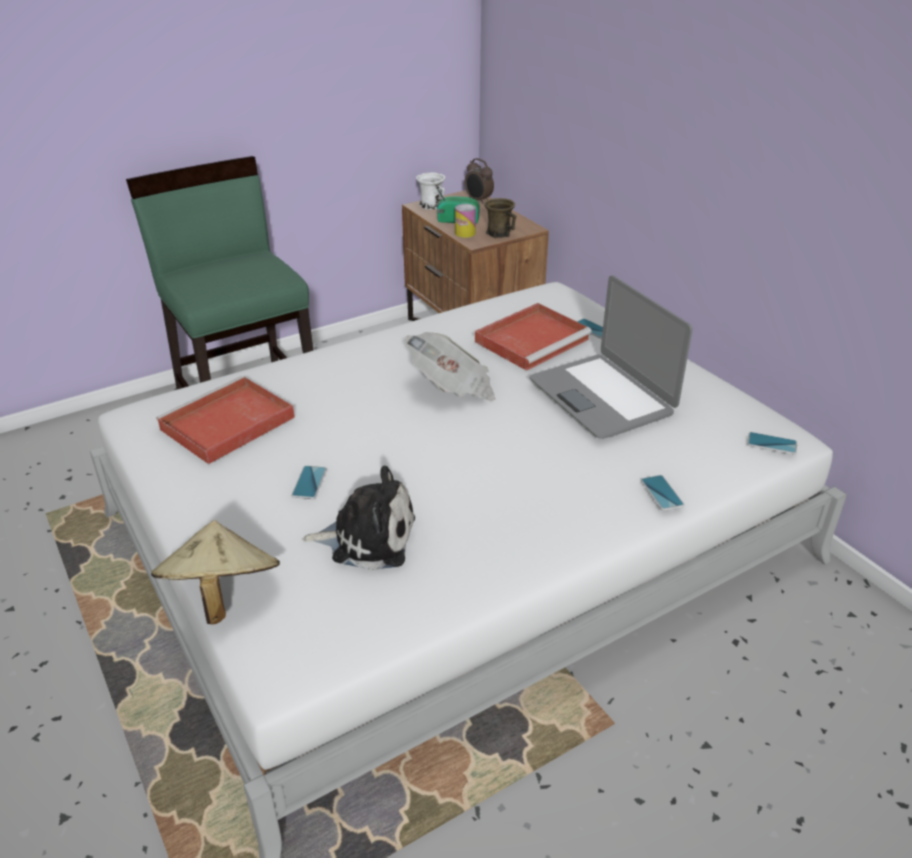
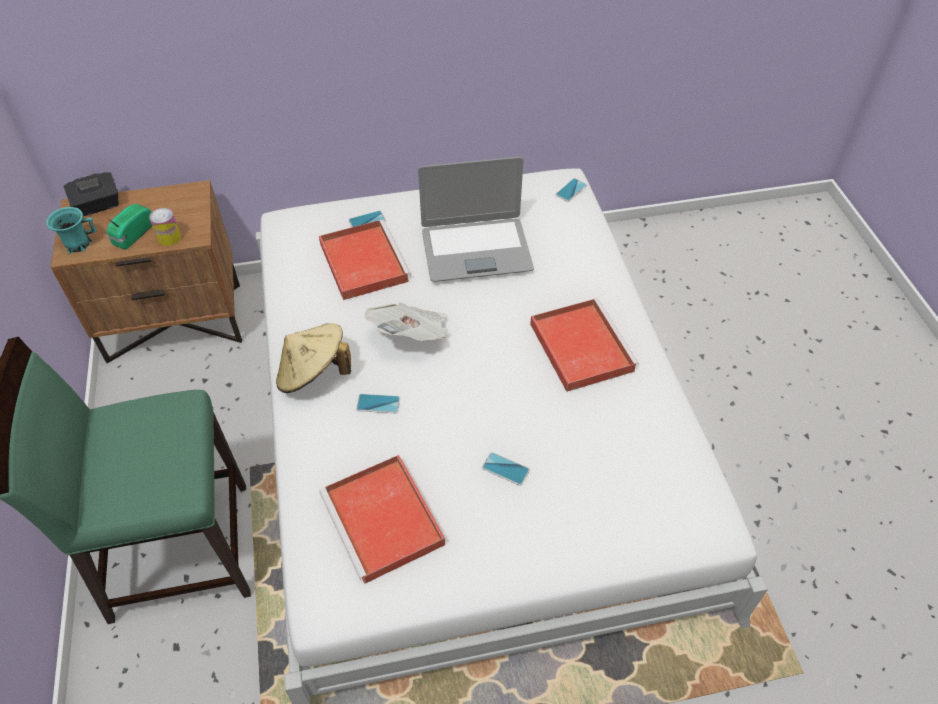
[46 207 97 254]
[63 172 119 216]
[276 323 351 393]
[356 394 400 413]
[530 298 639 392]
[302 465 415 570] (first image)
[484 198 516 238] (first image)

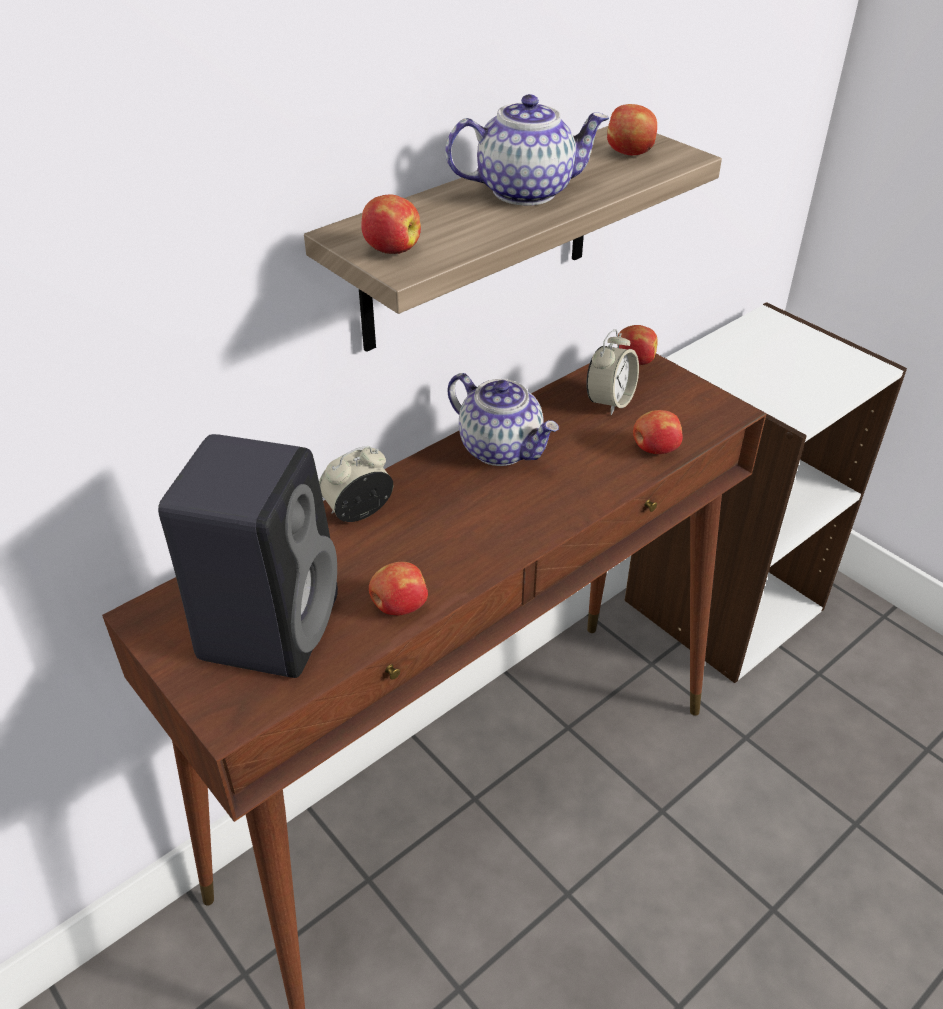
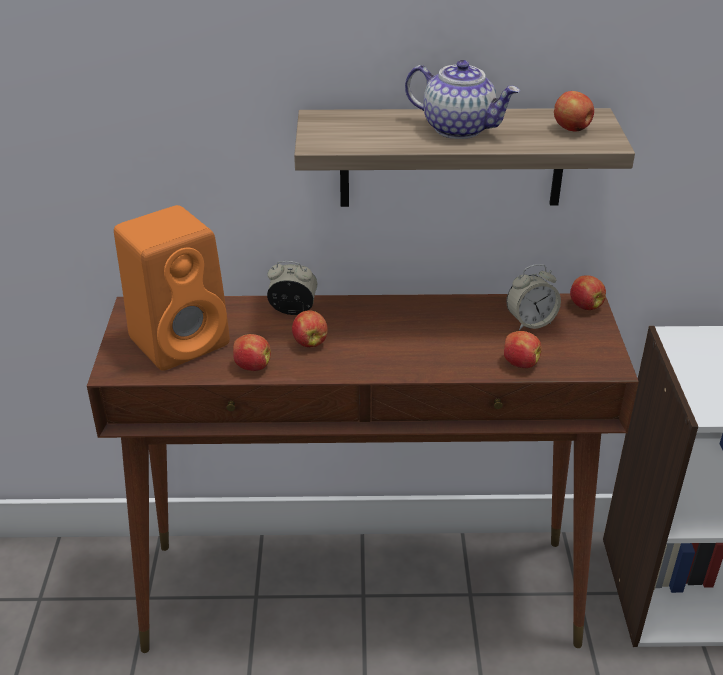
[114 205 230 371]
[292 310 328 347]
[448 373 559 466] (first image)

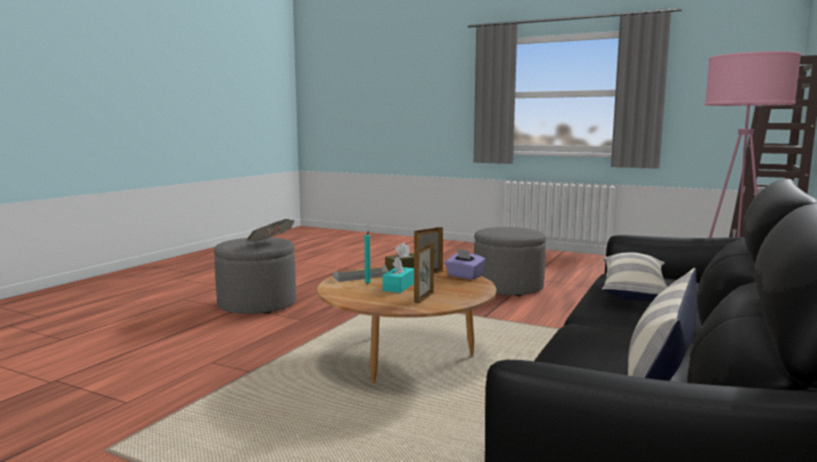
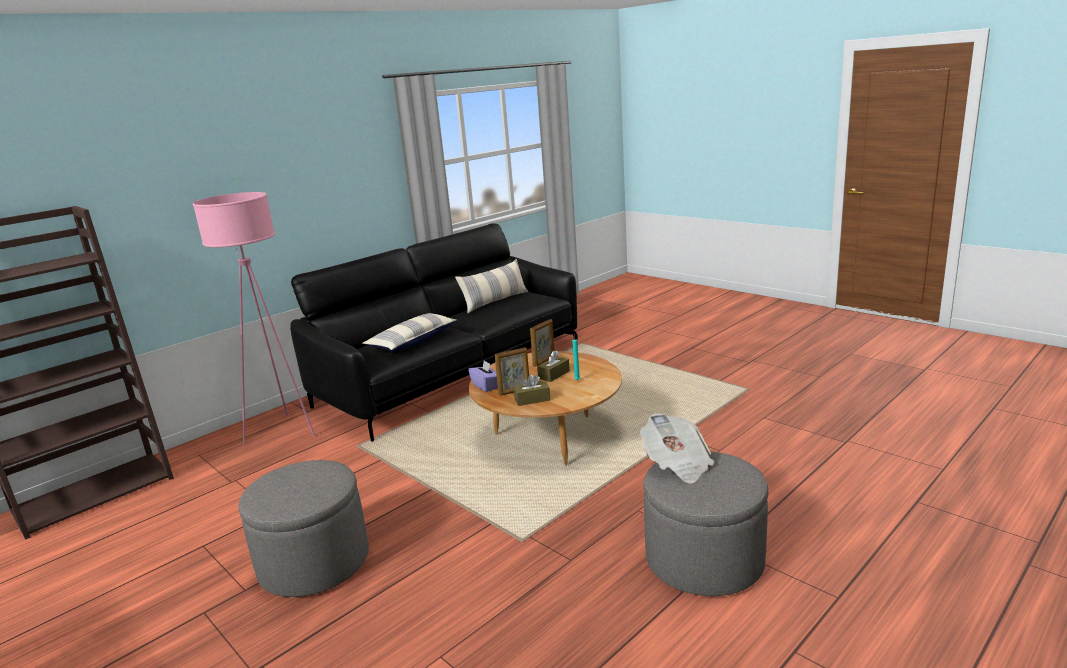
[537 351 570 382]
[333 265 389 282] (first image)

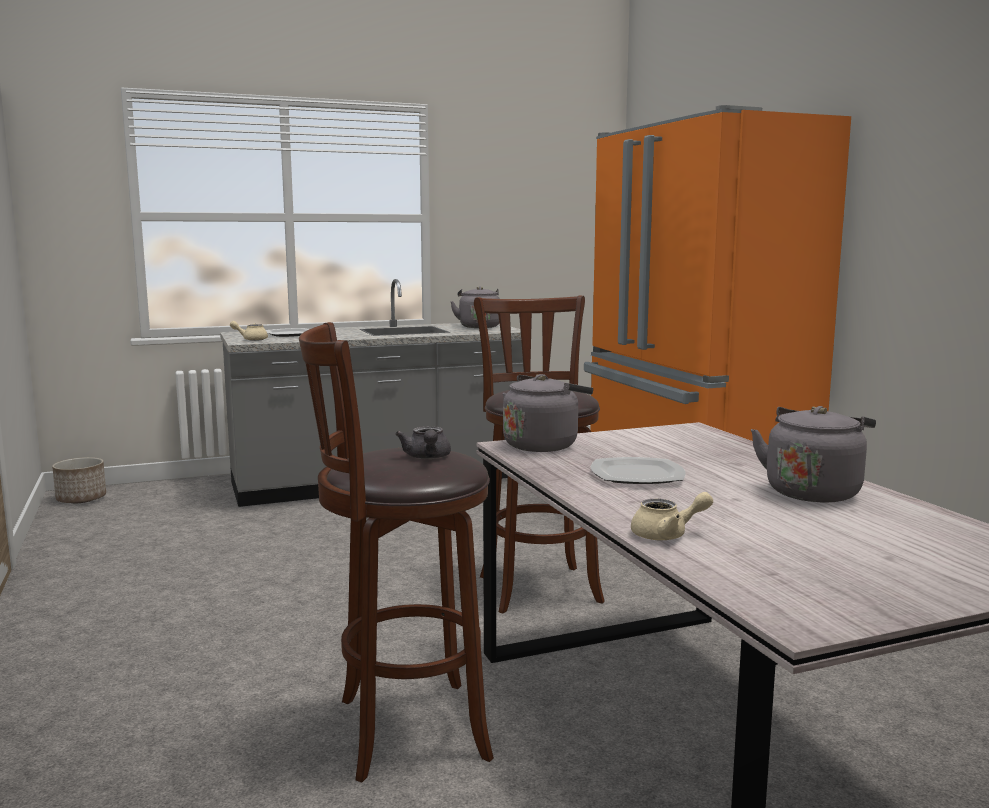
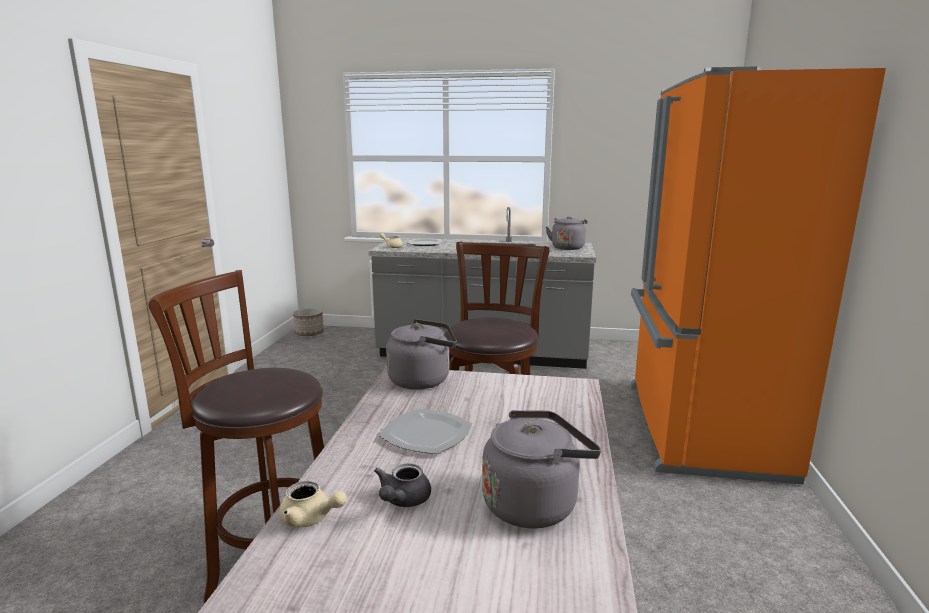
[374 463 431 507]

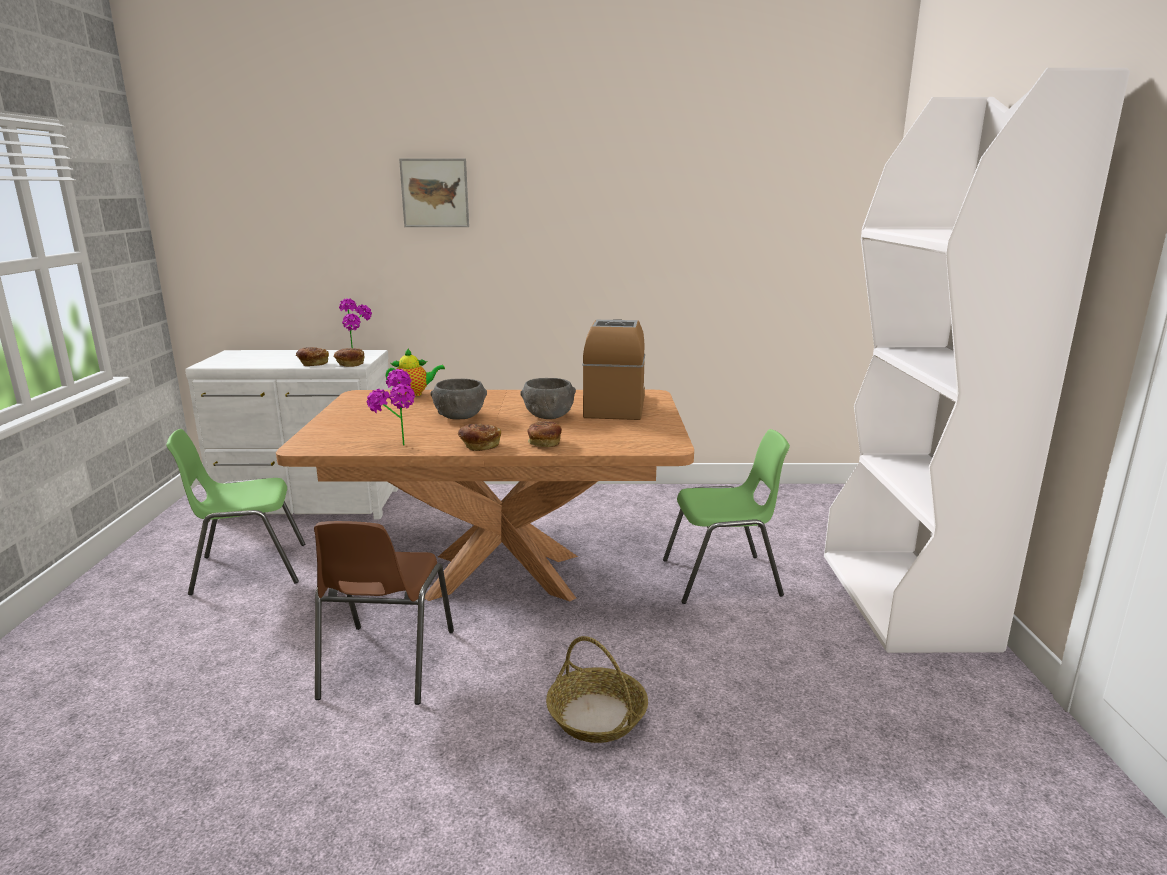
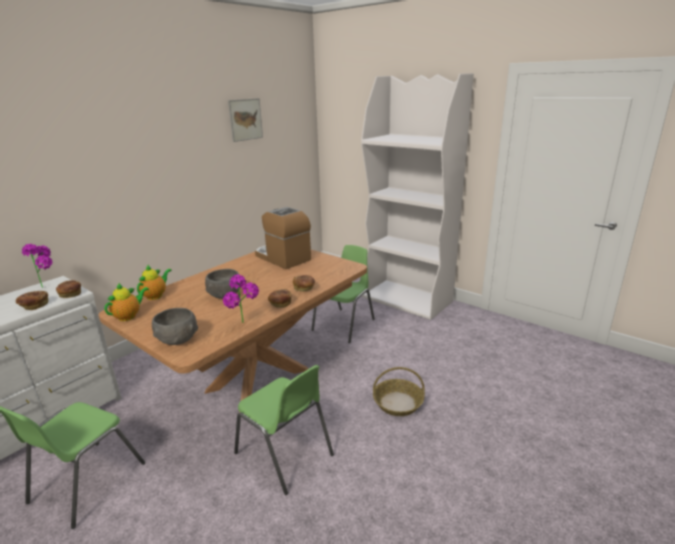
[104 283 149 321]
[152 308 198 345]
[228 98 263 142]
[234 365 334 495]

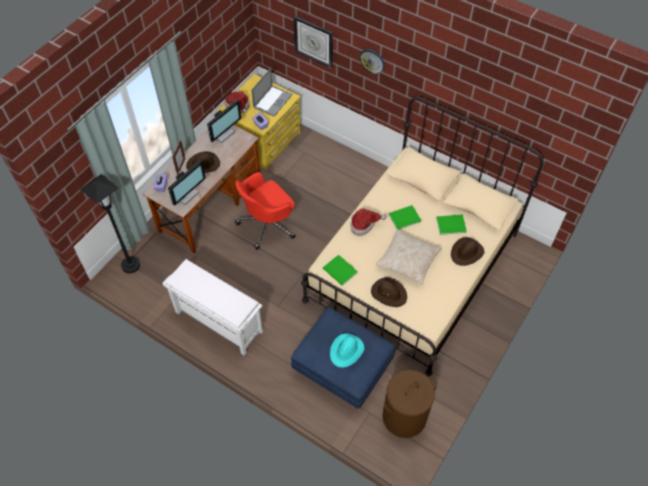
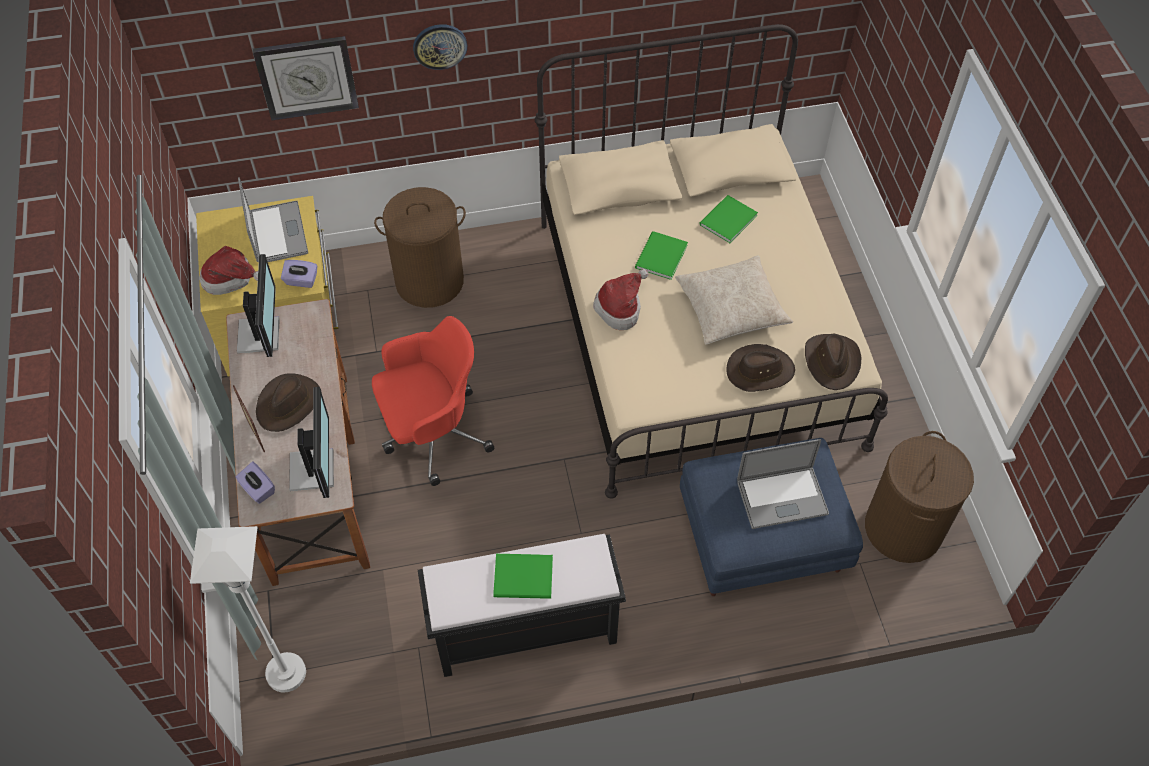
[190 526 306 692]
[372 316 495 486]
[374 187 466 308]
[418 534 626 677]
[493 554 553 599]
[737 439 829 529]
[805 334 861 390]

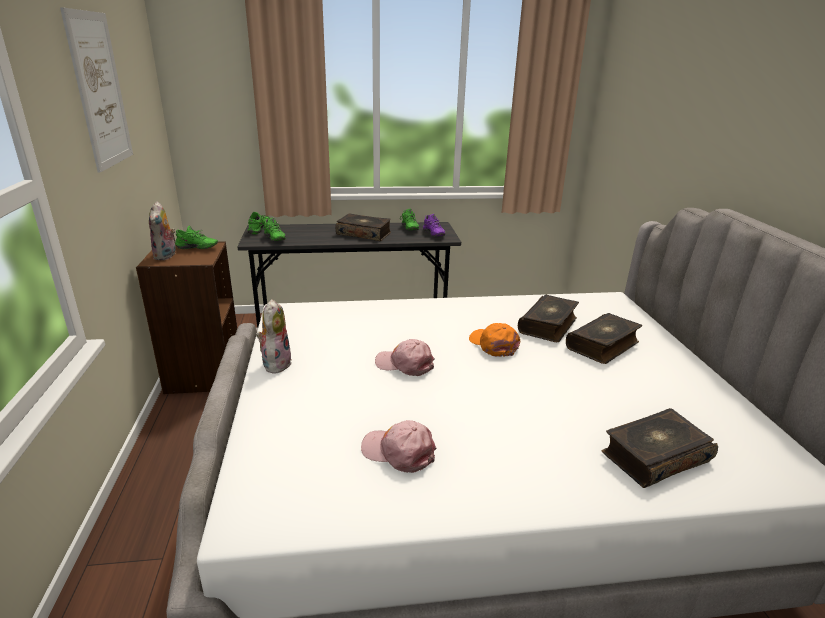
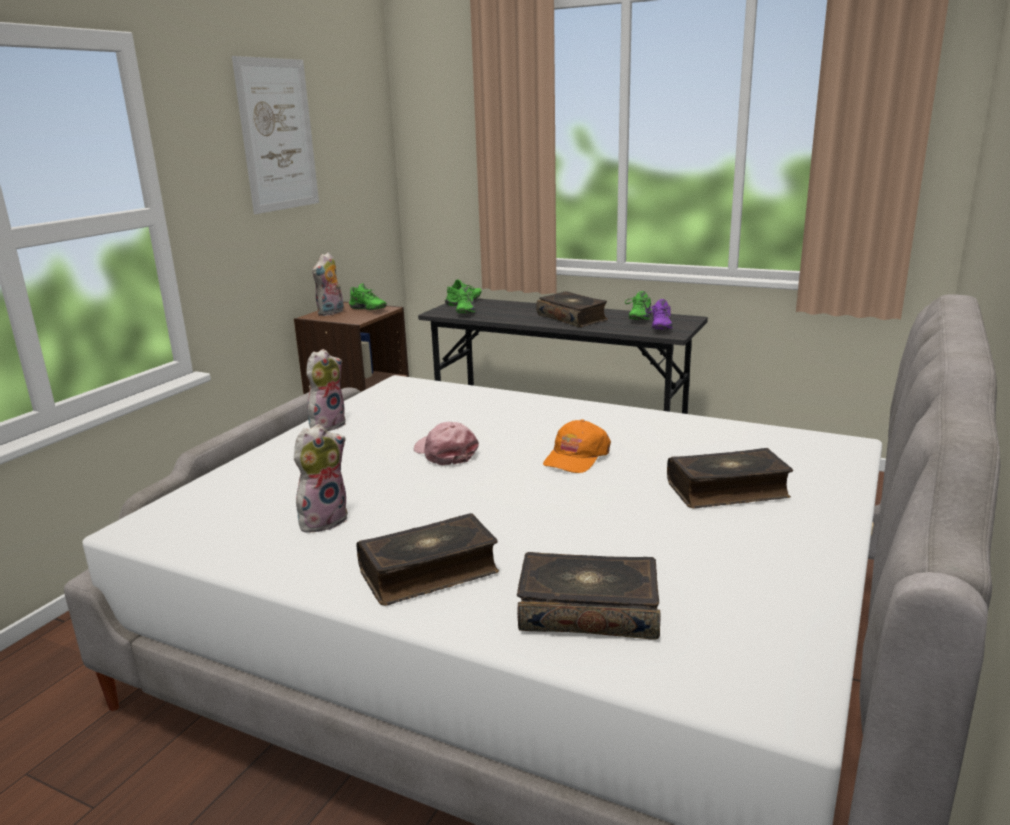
[294 424 348 533]
[357 513 499 606]
[543 419 611 473]

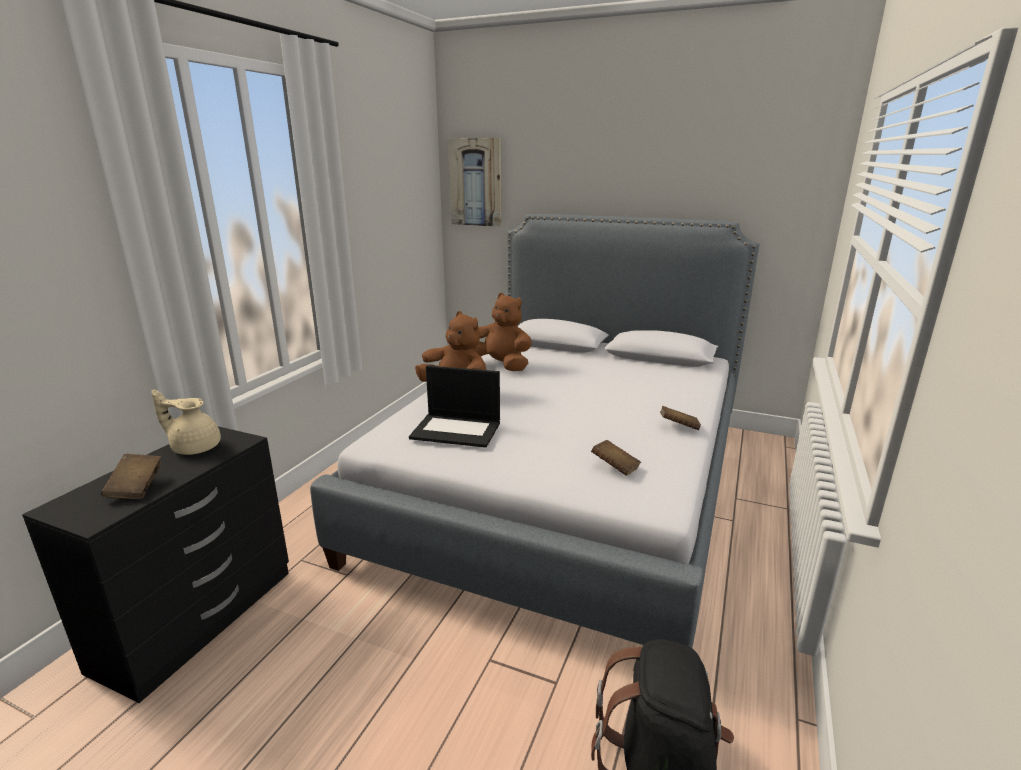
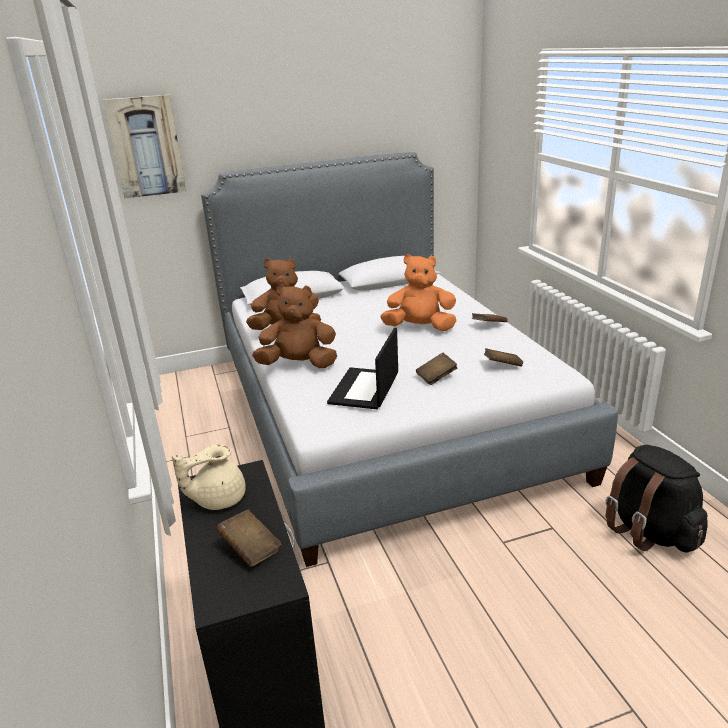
[327 328 398 409]
[380 254 456 331]
[416 353 458 385]

